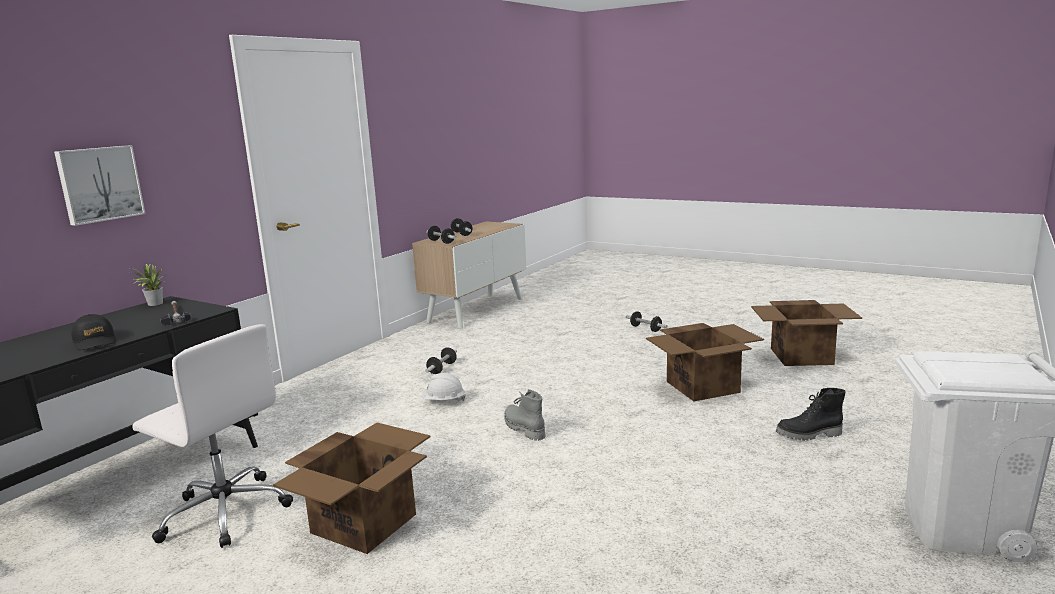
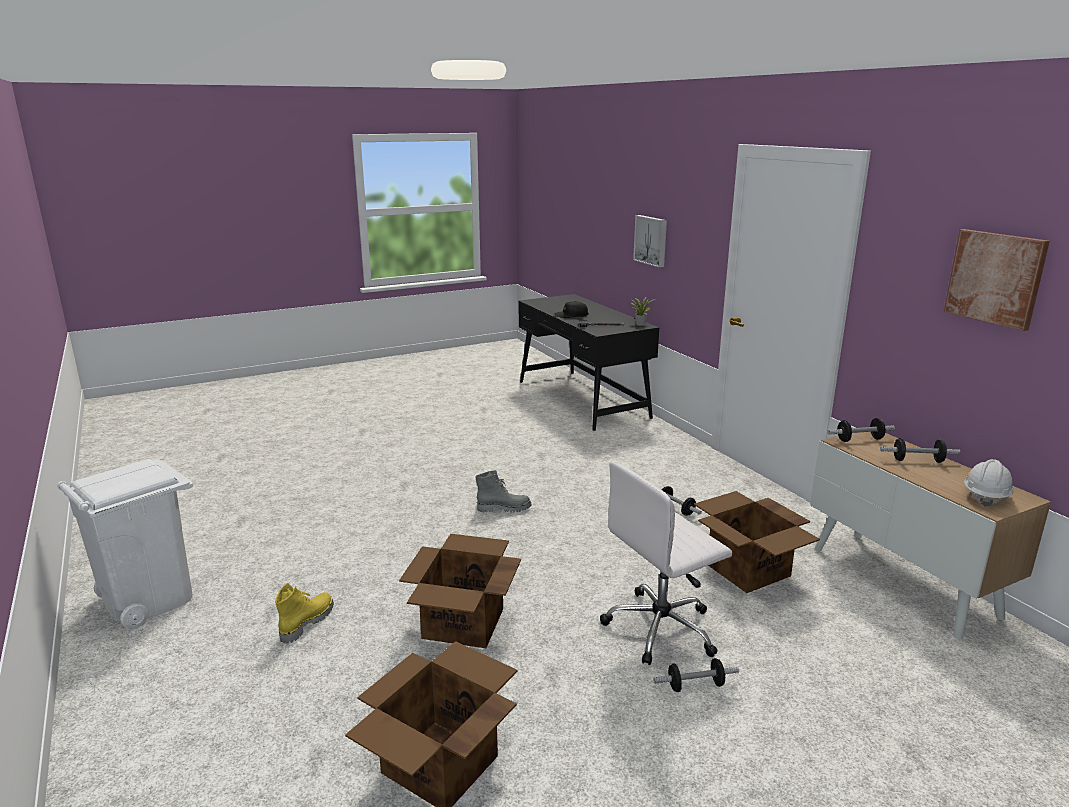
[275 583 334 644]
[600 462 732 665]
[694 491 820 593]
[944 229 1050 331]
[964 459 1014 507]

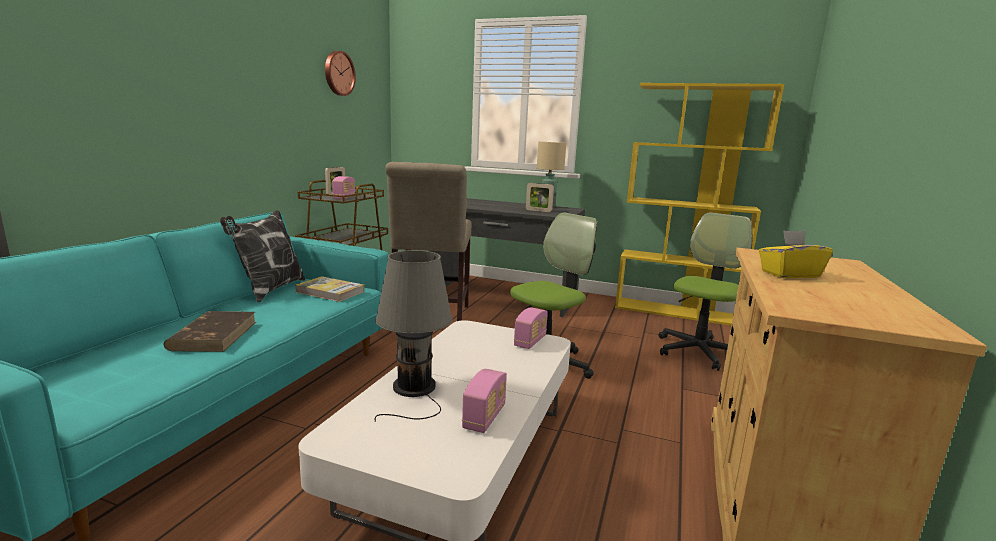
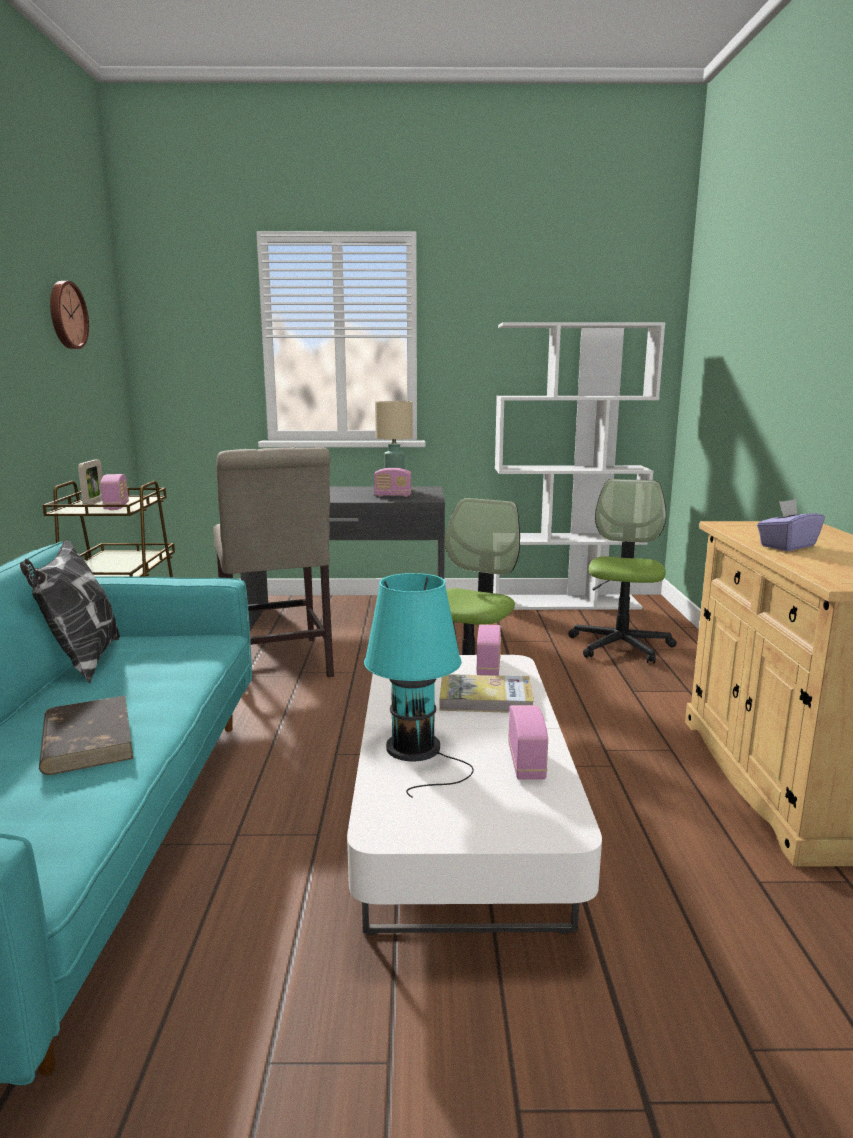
[364 573 474 798]
[374 468 412 497]
[439 674 534 713]
[493 322 666 610]
[757 499 825 551]

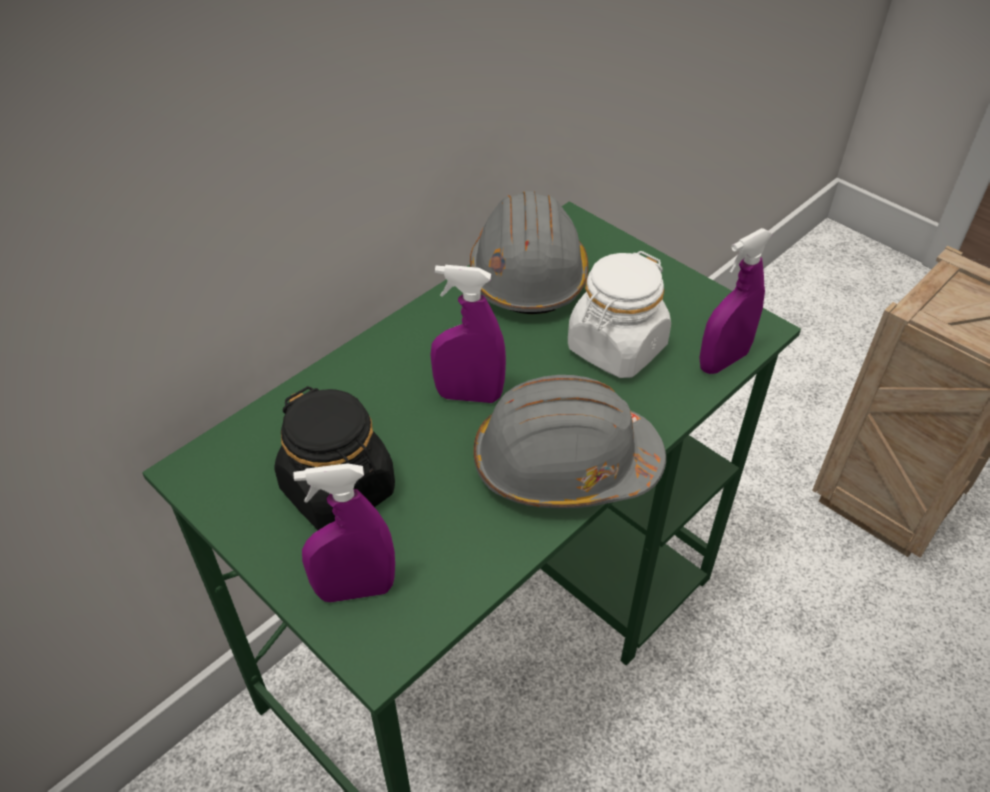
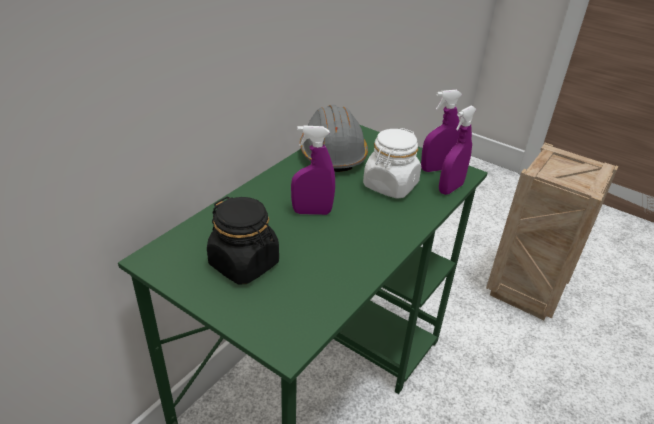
[421 90 463 172]
[474 375 666 509] (first image)

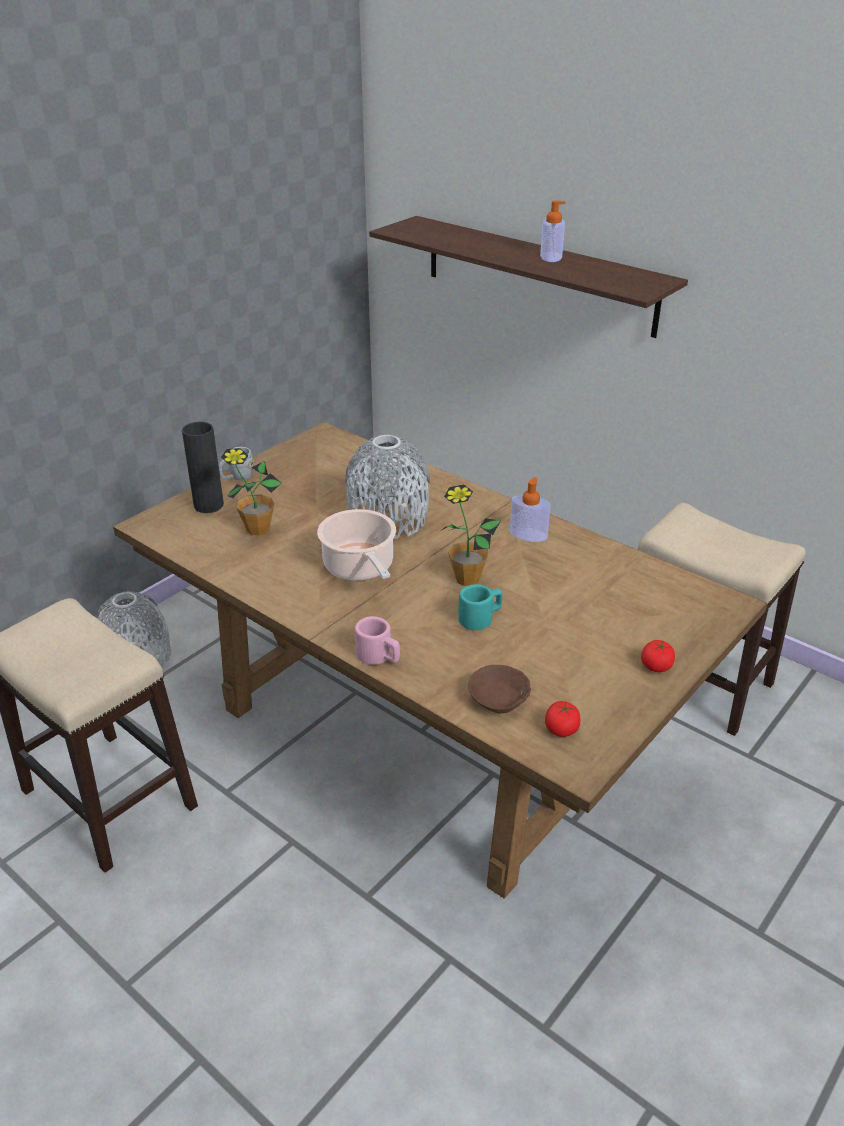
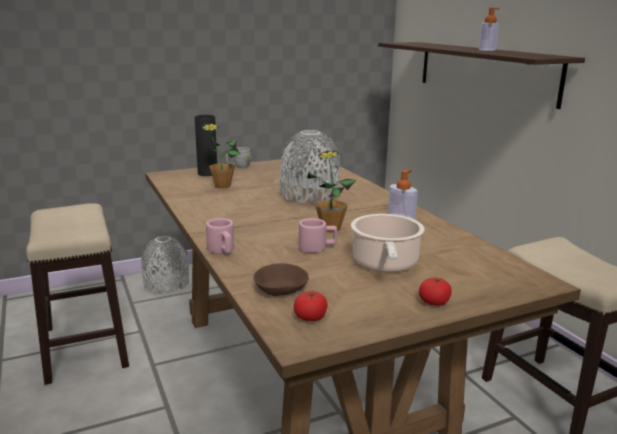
[299 218 337 253]
[351 214 424 272]

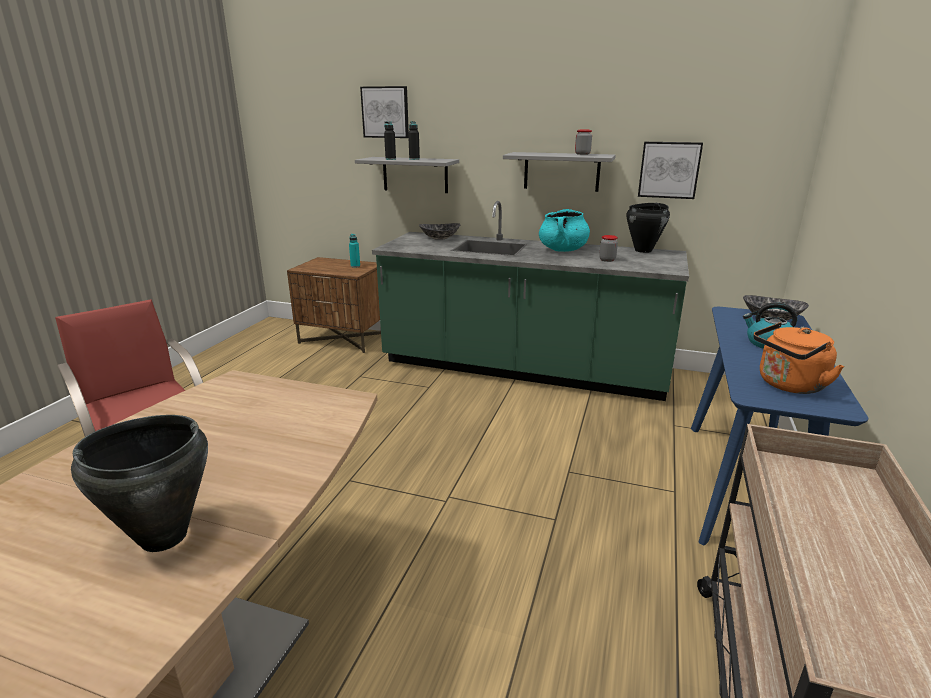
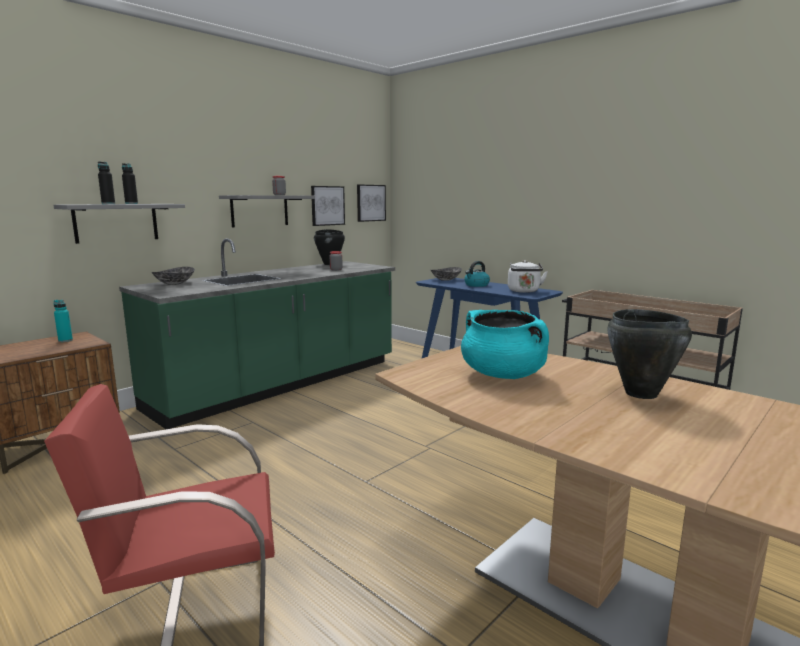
[357 185 386 222]
[461 310 549 379]
[508 260 548 293]

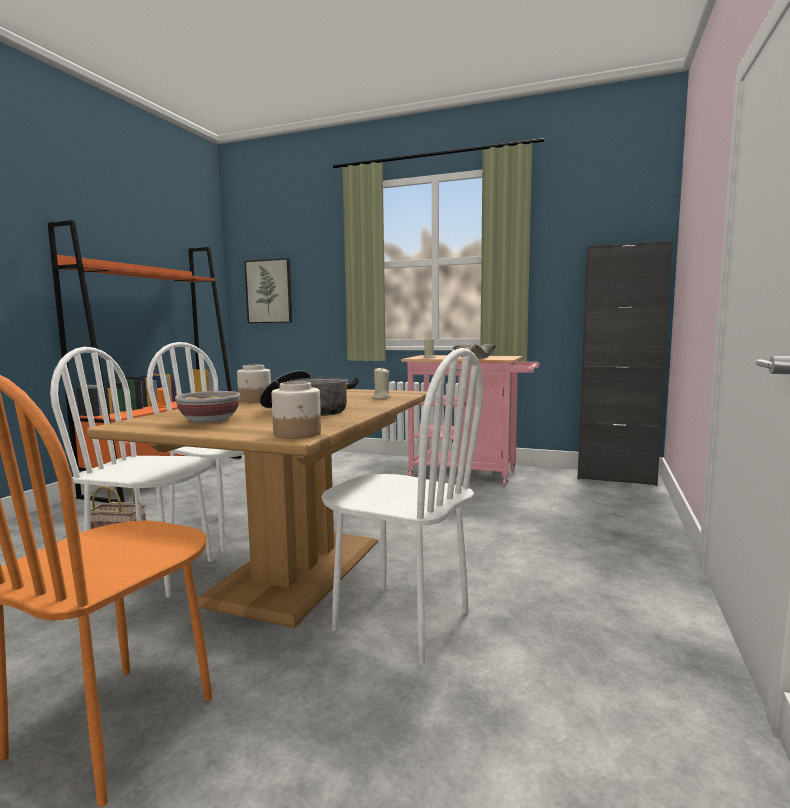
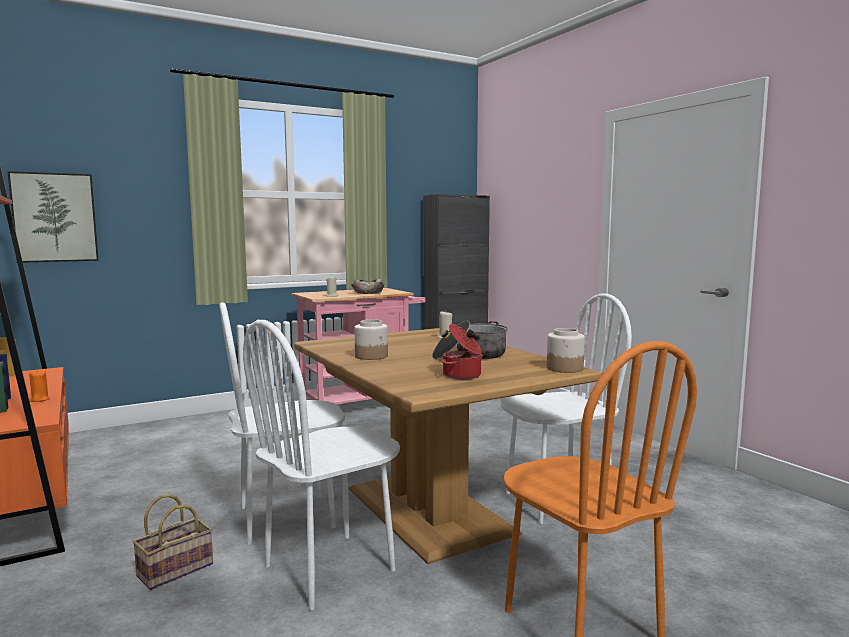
[441 324 483 379]

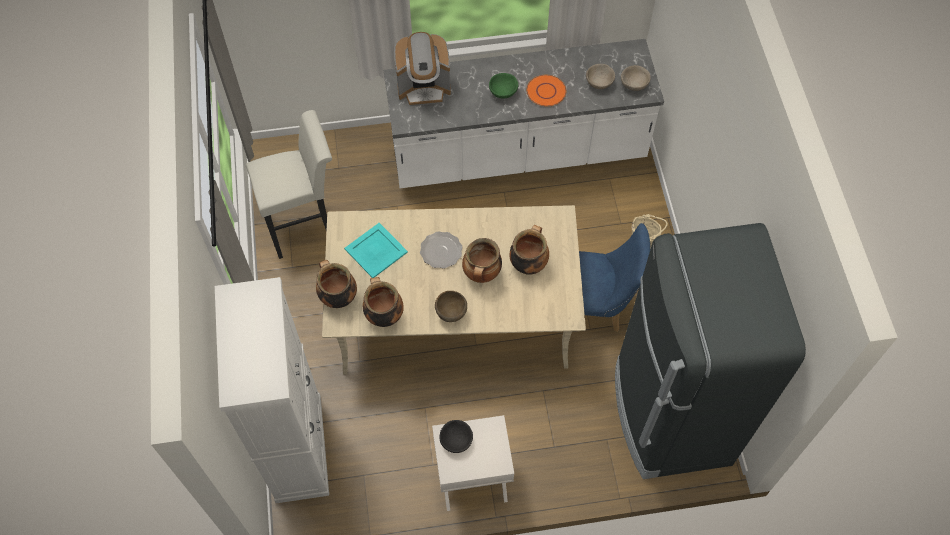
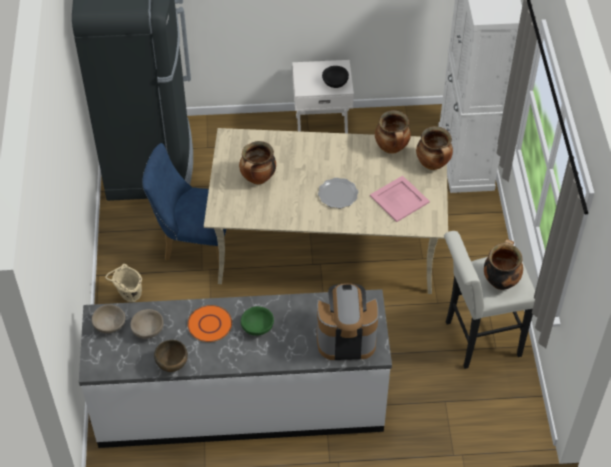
[154 340 188 372]
[370 176 430 222]
[484 239 523 290]

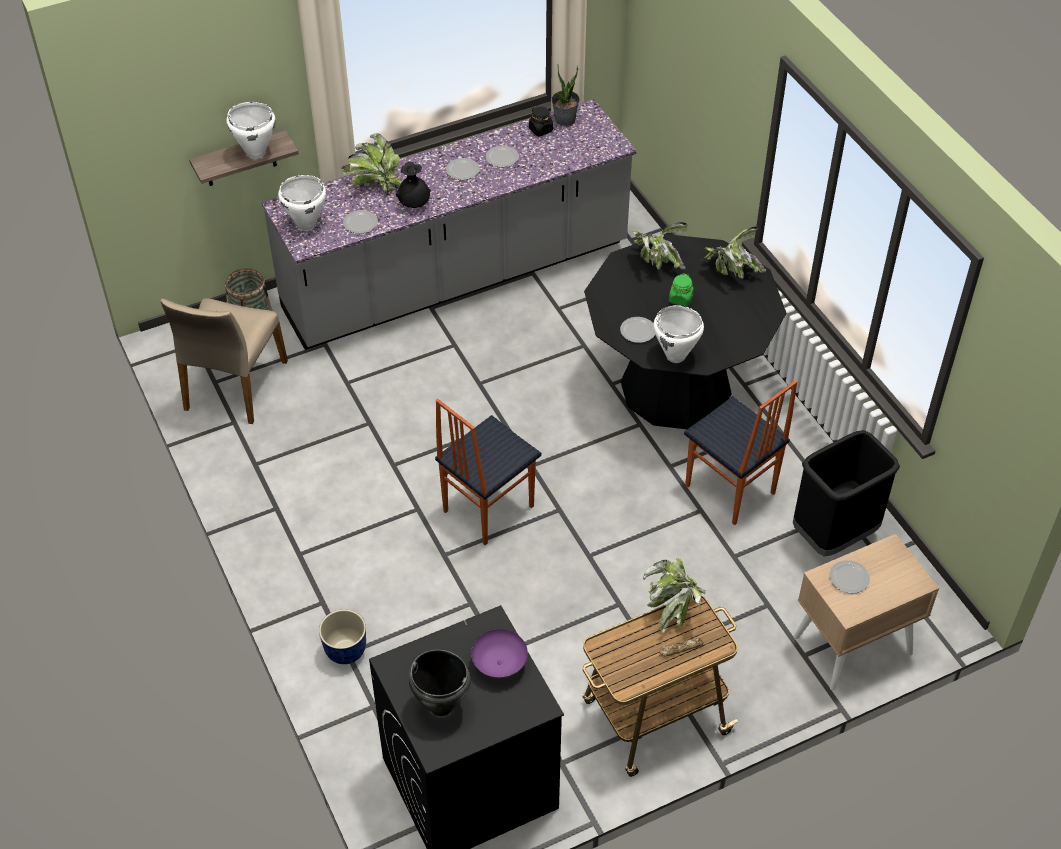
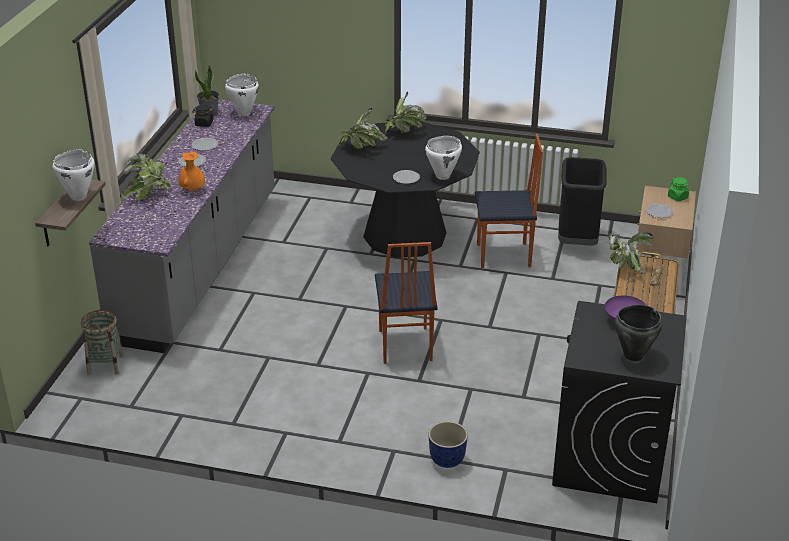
[179 152 205 191]
[225 74 259 116]
[668 177 689 201]
[161 298 288 424] (first image)
[343 210 378 234] (first image)

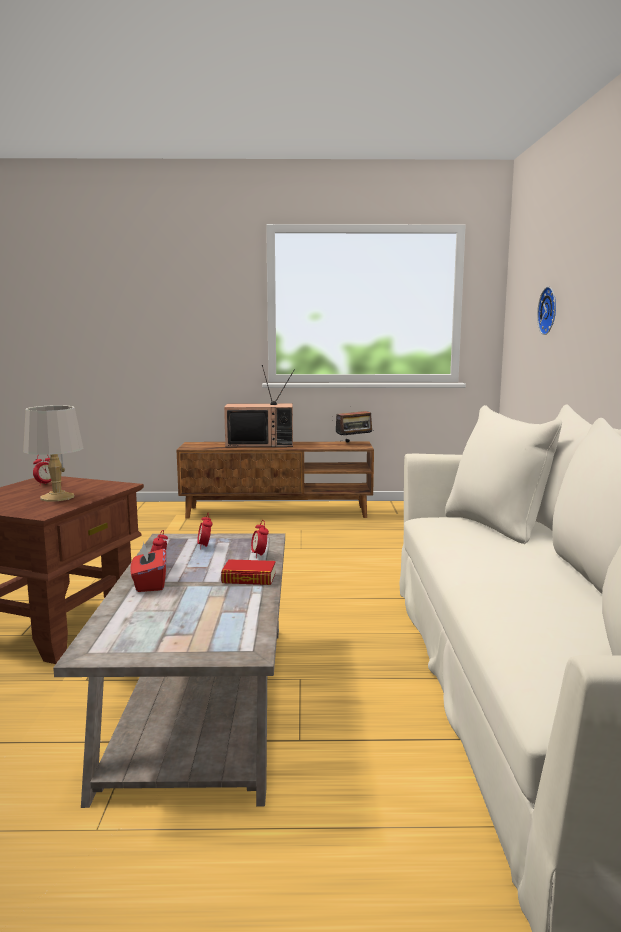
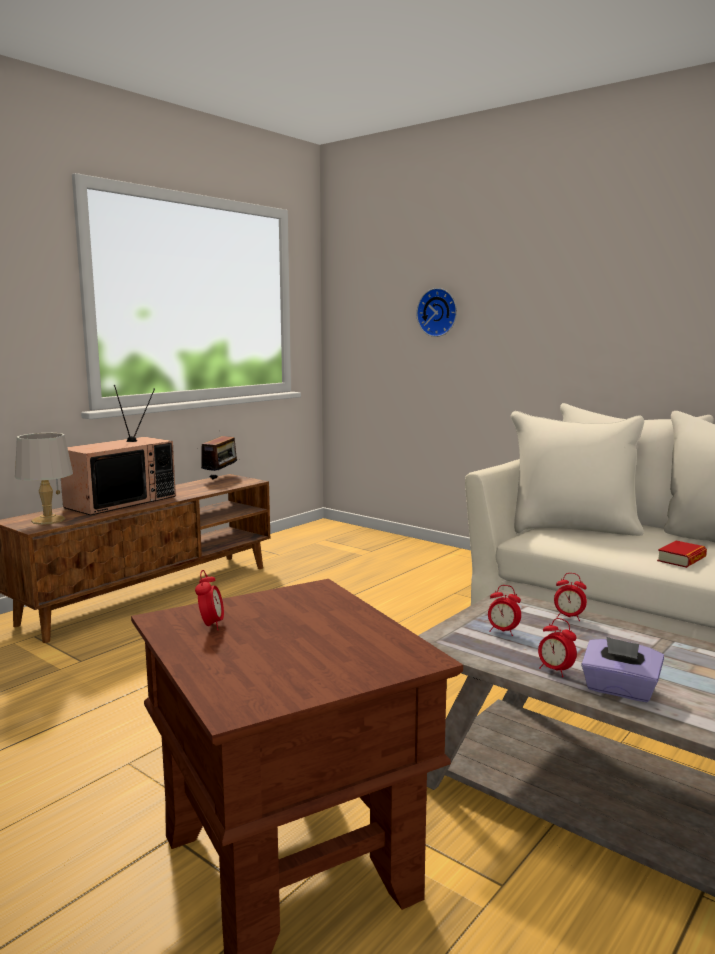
[15 433 73 525]
[581 637 664 702]
[657 541 707 568]

